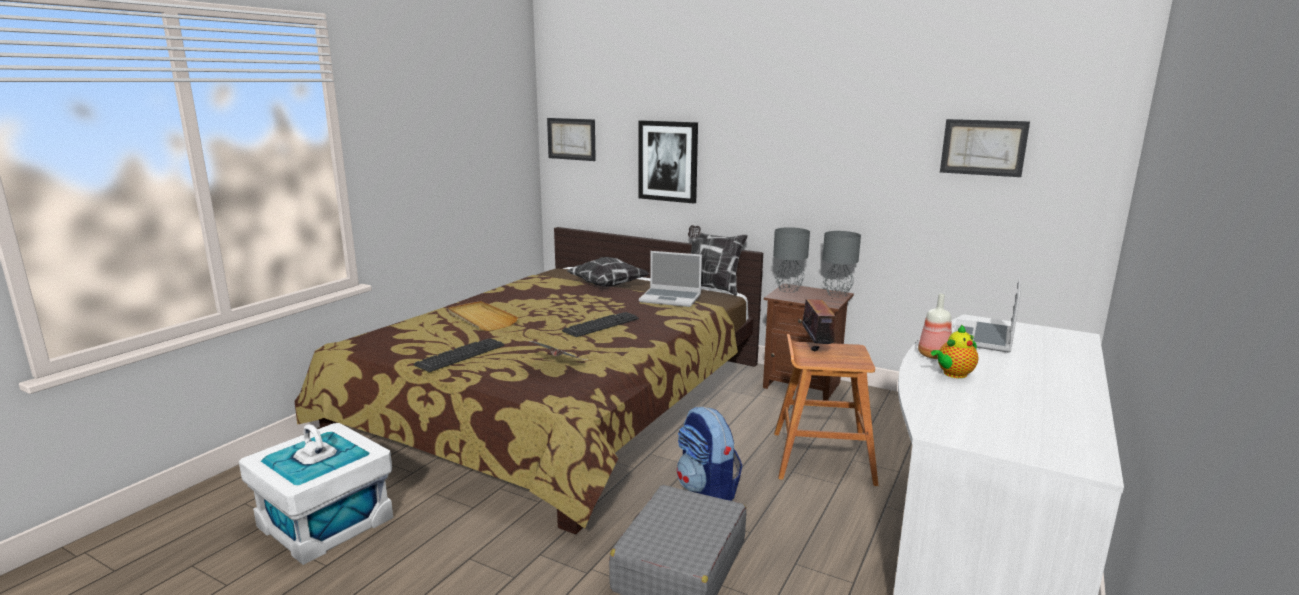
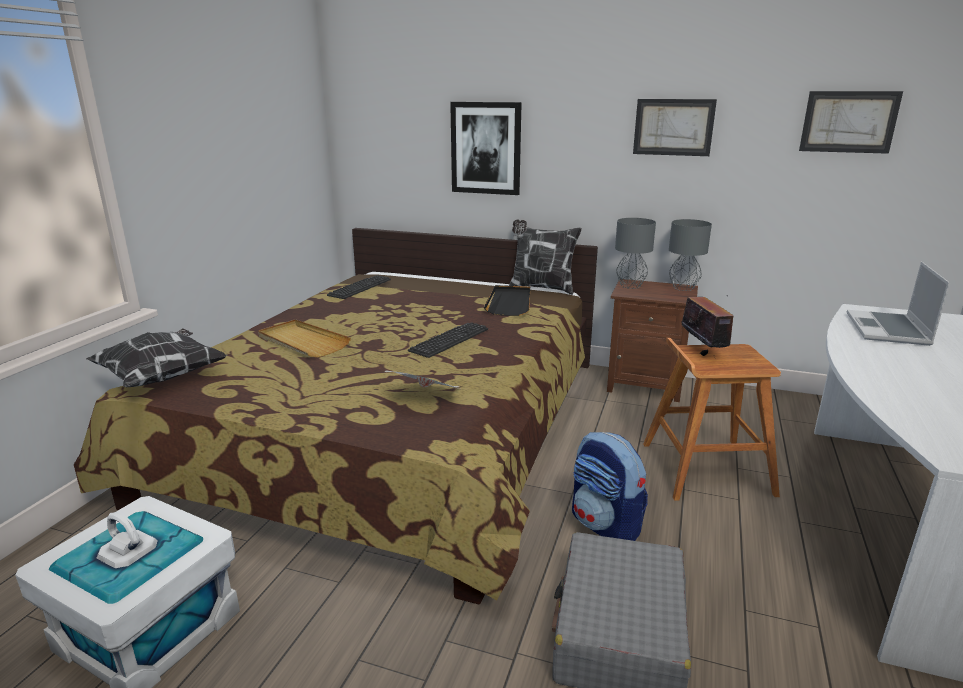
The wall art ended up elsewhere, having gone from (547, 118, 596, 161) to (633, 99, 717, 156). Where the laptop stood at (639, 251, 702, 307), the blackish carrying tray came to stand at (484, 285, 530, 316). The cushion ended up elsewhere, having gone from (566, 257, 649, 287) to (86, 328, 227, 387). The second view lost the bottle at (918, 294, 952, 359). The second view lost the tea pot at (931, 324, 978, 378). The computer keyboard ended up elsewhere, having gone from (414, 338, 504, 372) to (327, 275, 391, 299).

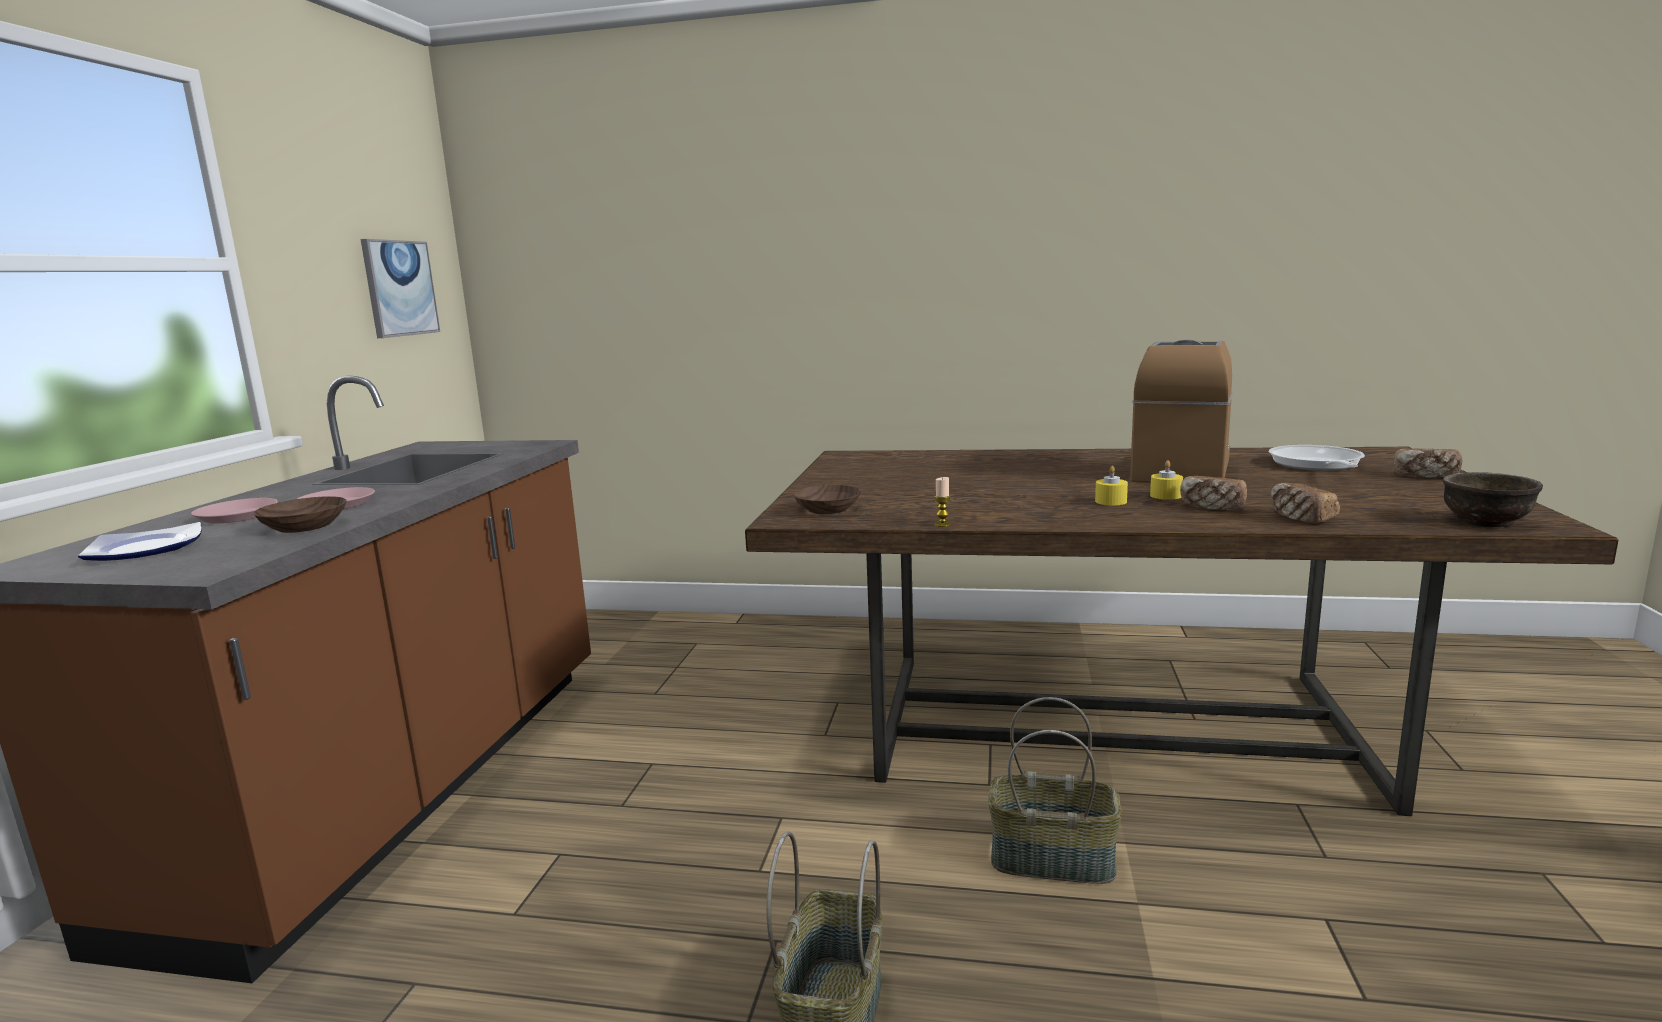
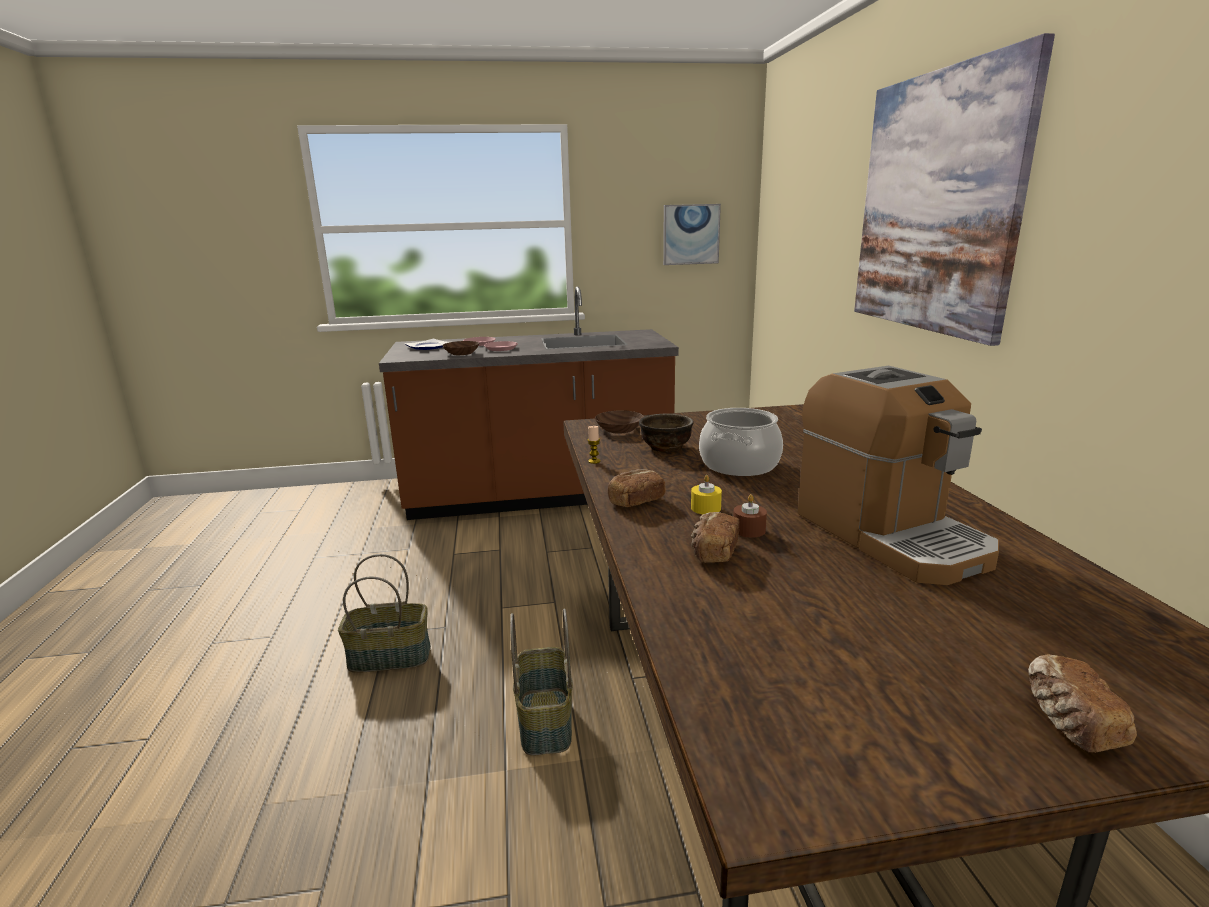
The coffee machine at (1130, 340, 1233, 483) ended up facing another way, 60 degrees clockwise from before. The second view lost the pan at (1269, 445, 1365, 471). What was the yellow wax light at (1150, 460, 1183, 500) turned into the brown-coloured wax light at (733, 494, 767, 538). The brown-coloured serving bowl ended up elsewhere, having gone from (1443, 472, 1543, 527) to (639, 414, 694, 452). The bread ended up elsewhere, having gone from (1271, 483, 1340, 523) to (608, 469, 666, 507). The second view gained the wall art at (854, 33, 1055, 346). The second view gained the stockpot at (699, 408, 783, 476).

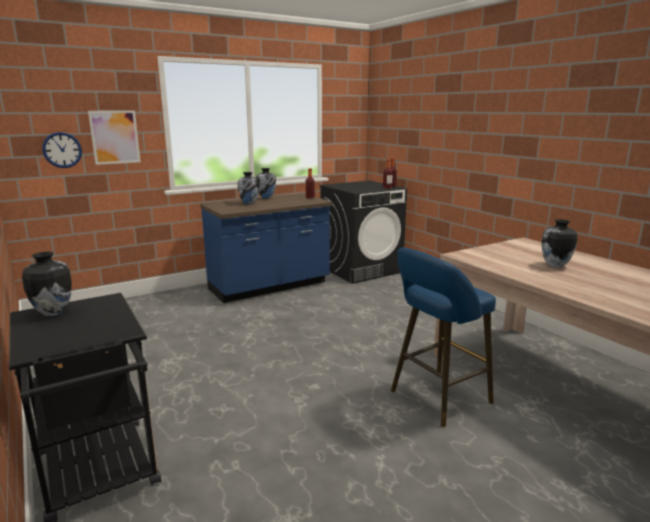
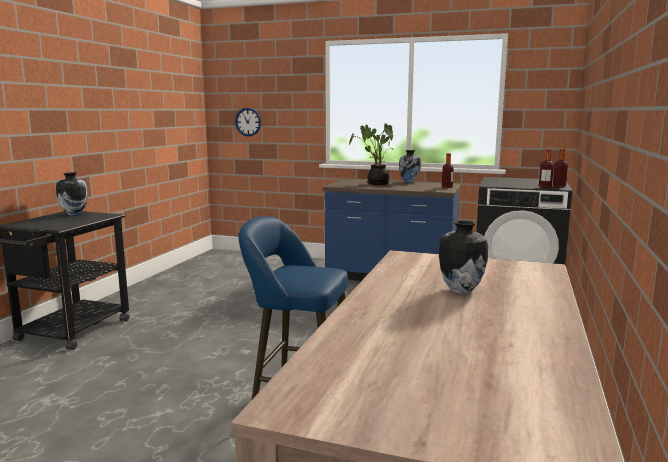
The second view lost the wall art at (88, 111, 141, 165). Where the flower vase stood at (238, 172, 259, 204), the plant in a pot came to stand at (349, 123, 394, 185).

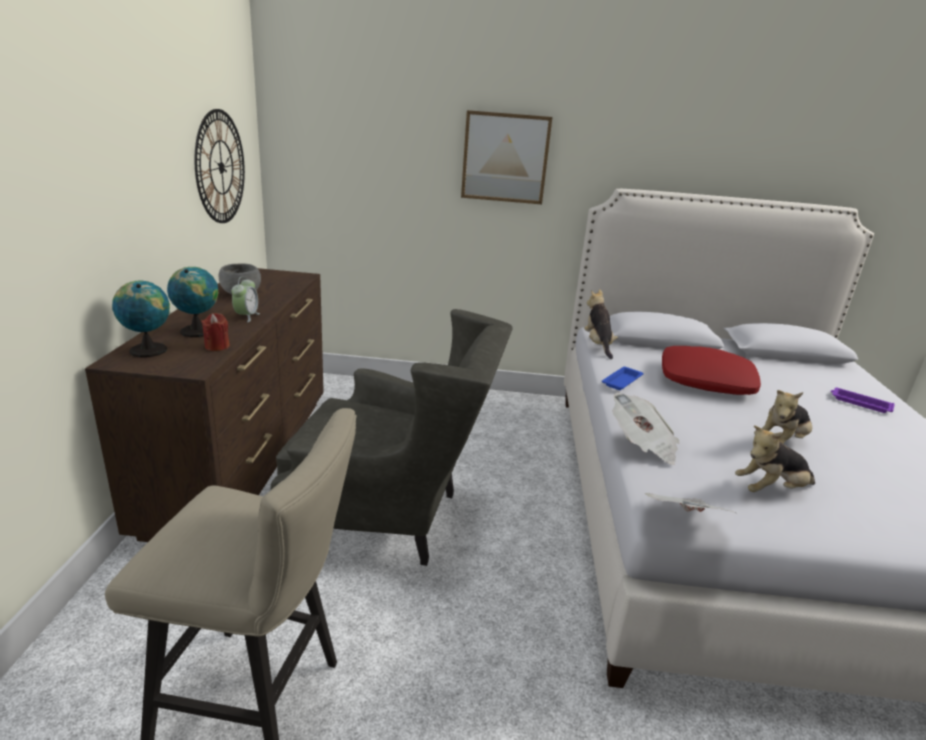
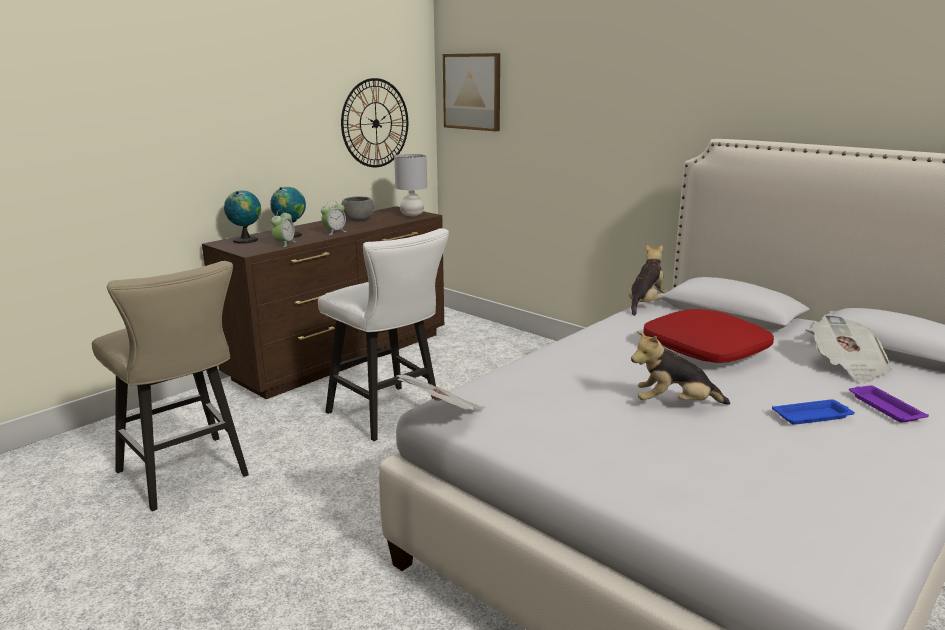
The wall art ended up elsewhere, having gone from (461, 110, 552, 204) to (443, 53, 500, 132). Where the greyish lounge chair stood at (270, 309, 513, 566), the whitish stool came to stand at (318, 228, 449, 441). Where the reddish wax light stood at (201, 313, 230, 351), the alarm clock came to stand at (271, 210, 295, 247). The bluish carrying tray ended up elsewhere, having gone from (602, 367, 644, 390) to (772, 399, 855, 425). The daily paper ended up elsewhere, having gone from (612, 392, 680, 465) to (812, 314, 892, 383). The second view lost the cuddly toy at (735, 425, 815, 492). The second view gained the greyish lamp for a table at (394, 154, 427, 217).

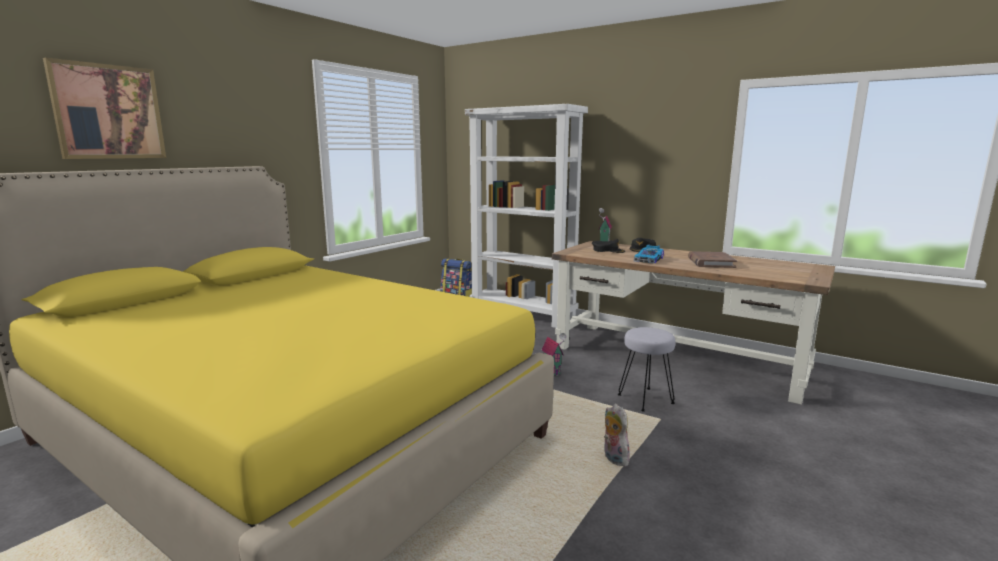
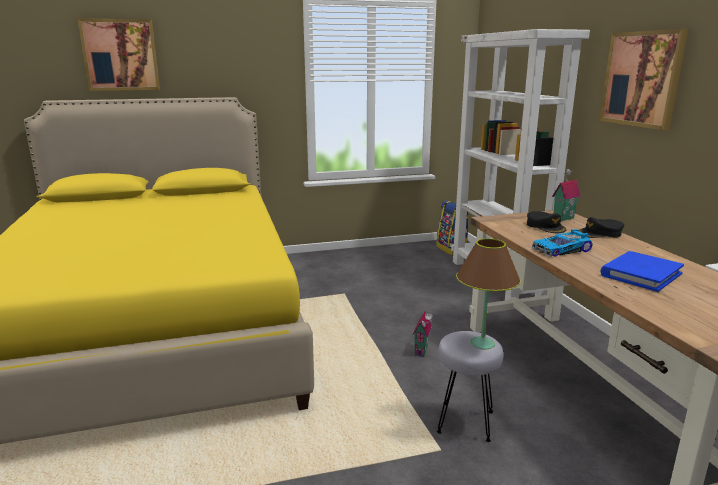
What was the brown-coloured volume at (688, 251, 737, 268) turned into the bluish volume at (601, 251, 684, 292). The second view lost the cuddly toy at (604, 404, 630, 467). The second view gained the wall art at (599, 29, 688, 130). The second view gained the brown-coloured lamp for a table at (456, 239, 520, 349).

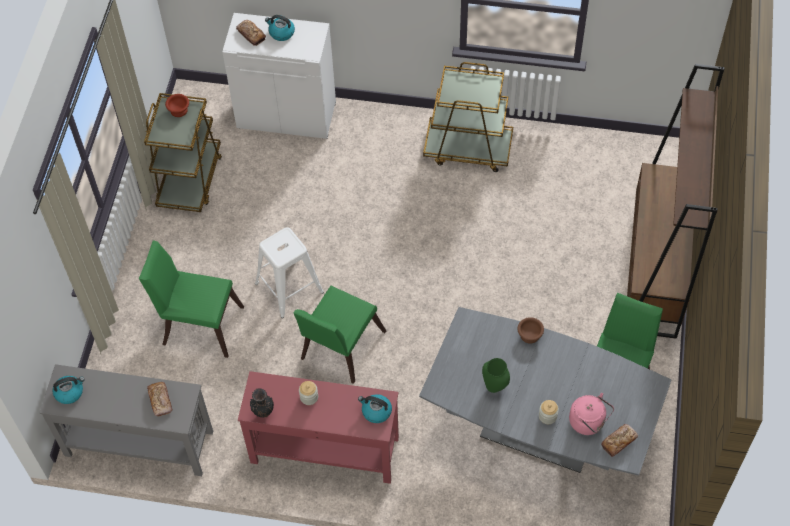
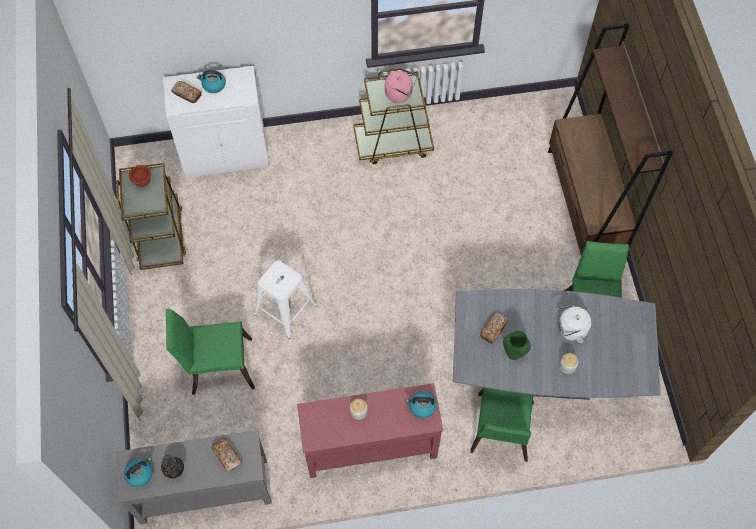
The green-coloured chair ended up elsewhere, having gone from (293, 286, 386, 384) to (470, 388, 534, 462). The second view lost the brown-coloured serving bowl at (518, 317, 544, 344). The blackish flower vase ended up elsewhere, having gone from (250, 388, 274, 418) to (161, 455, 184, 479). The pinkish tea kettle ended up elsewhere, having gone from (569, 393, 614, 435) to (385, 68, 417, 103). The bread ended up elsewhere, having gone from (601, 424, 638, 457) to (480, 313, 508, 344). The second view gained the whitish tea kettle at (556, 305, 591, 343).

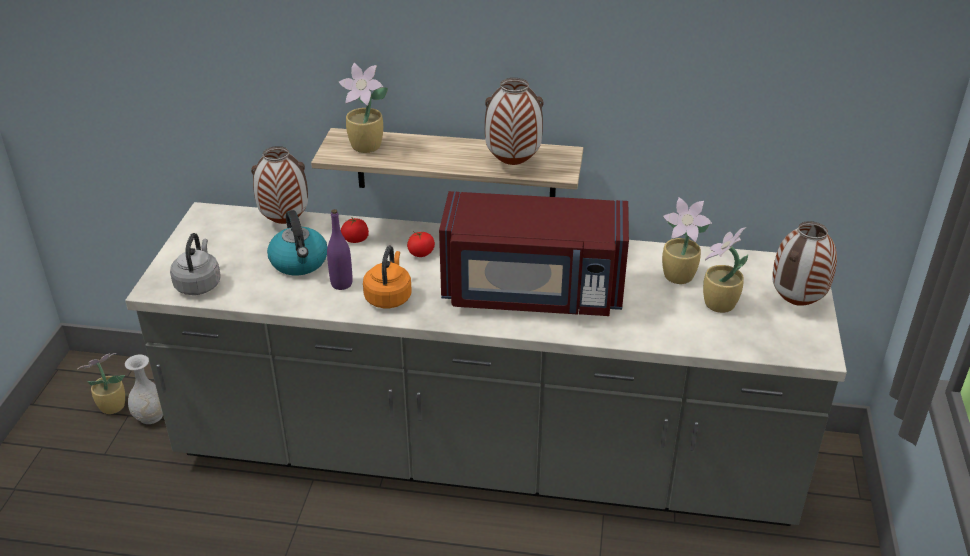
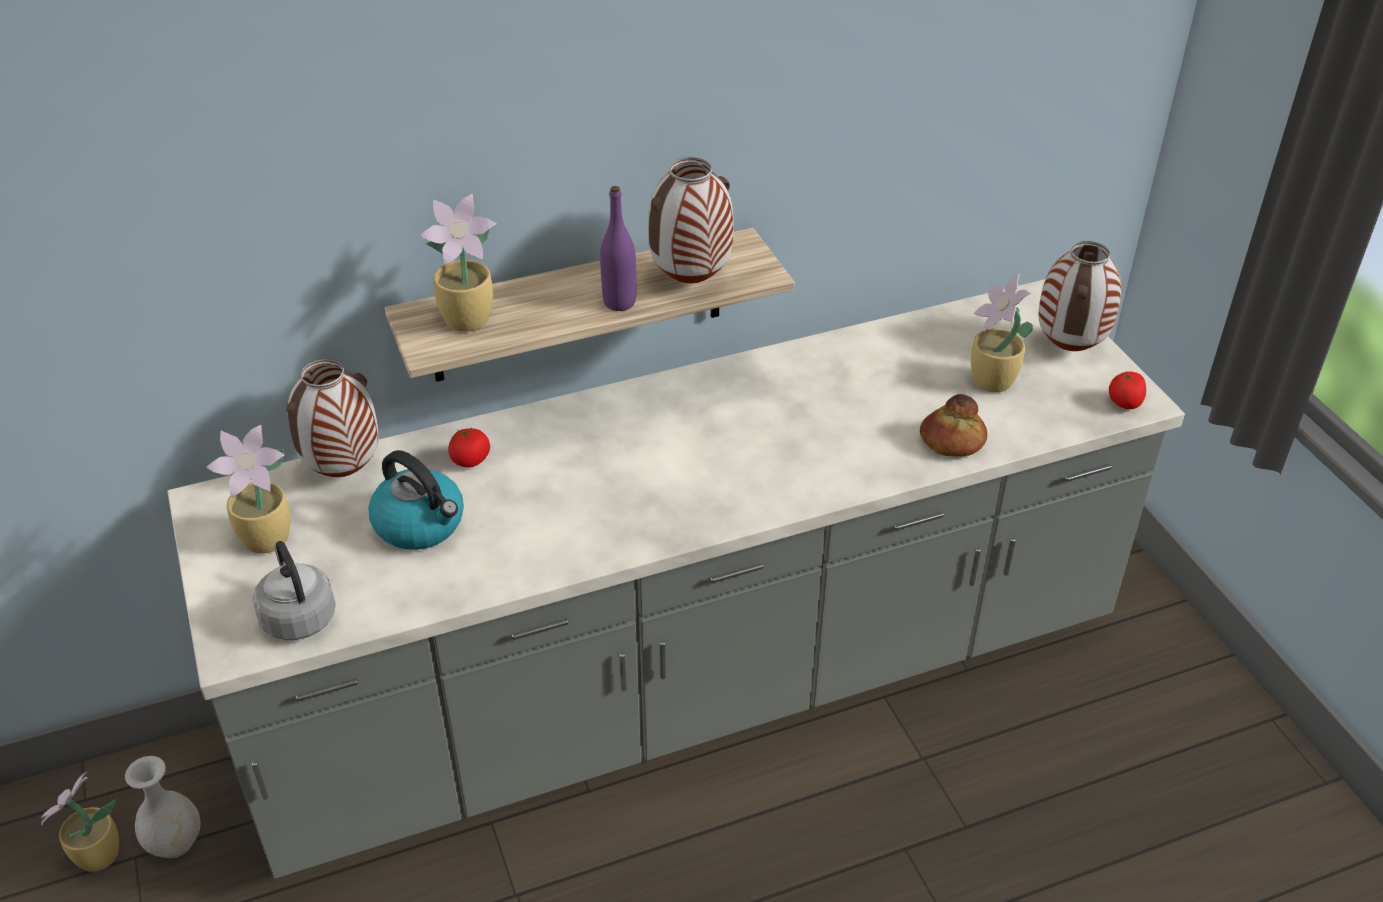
The second view lost the reddish microwave at (439, 191, 629, 316). The plant in a pot ended up elsewhere, having gone from (662, 197, 712, 284) to (206, 425, 290, 553). The purple-coloured bottle ended up elsewhere, having gone from (327, 209, 353, 290) to (600, 186, 636, 311). The whole tomato ended up elsewhere, having gone from (407, 231, 435, 257) to (1109, 371, 1146, 409). The second view lost the orange-coloured tea kettle at (363, 245, 412, 308). The second view gained the bread at (920, 394, 987, 457).

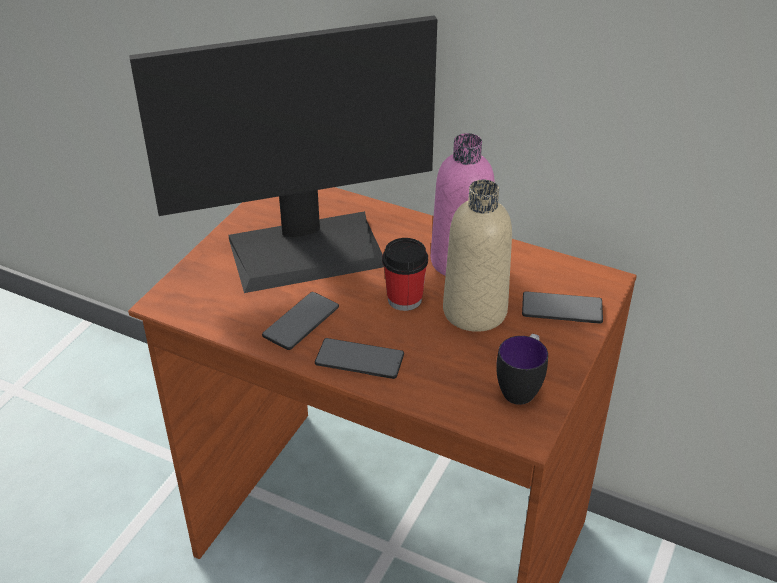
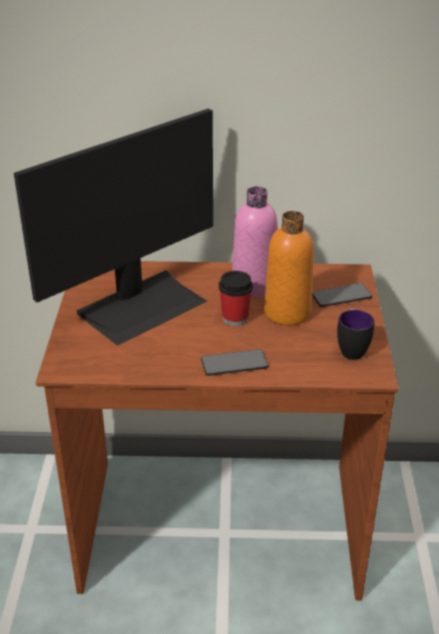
What was the sand-coloured bottle at (443, 180, 512, 332) turned into the orange-coloured bottle at (264, 211, 314, 326). The second view lost the handset at (262, 292, 339, 350).

